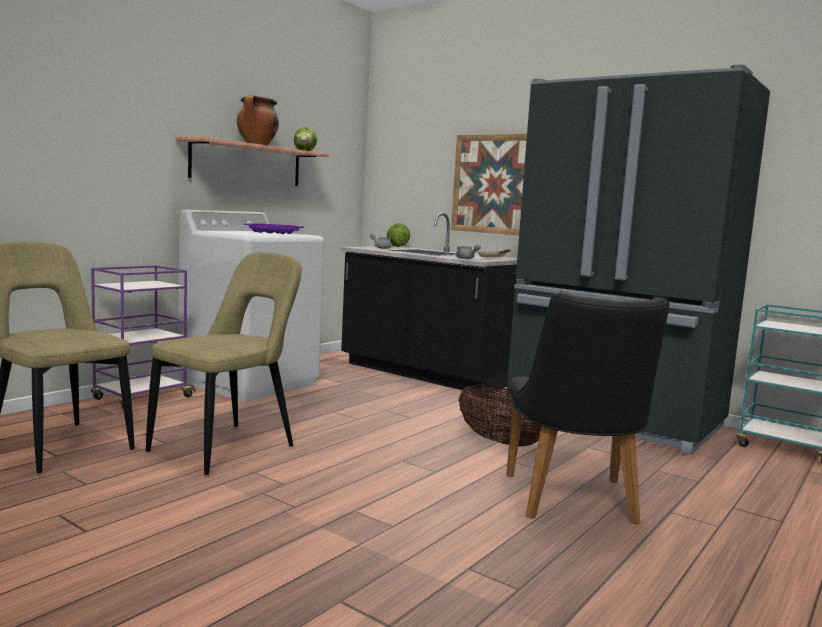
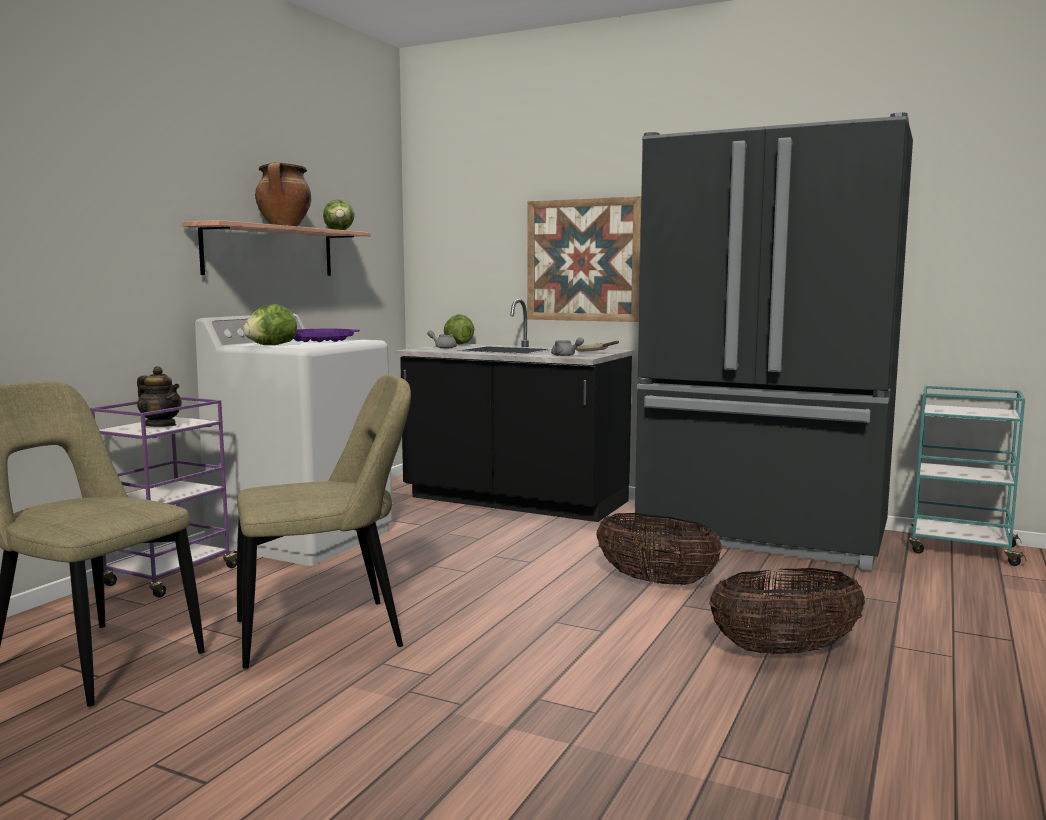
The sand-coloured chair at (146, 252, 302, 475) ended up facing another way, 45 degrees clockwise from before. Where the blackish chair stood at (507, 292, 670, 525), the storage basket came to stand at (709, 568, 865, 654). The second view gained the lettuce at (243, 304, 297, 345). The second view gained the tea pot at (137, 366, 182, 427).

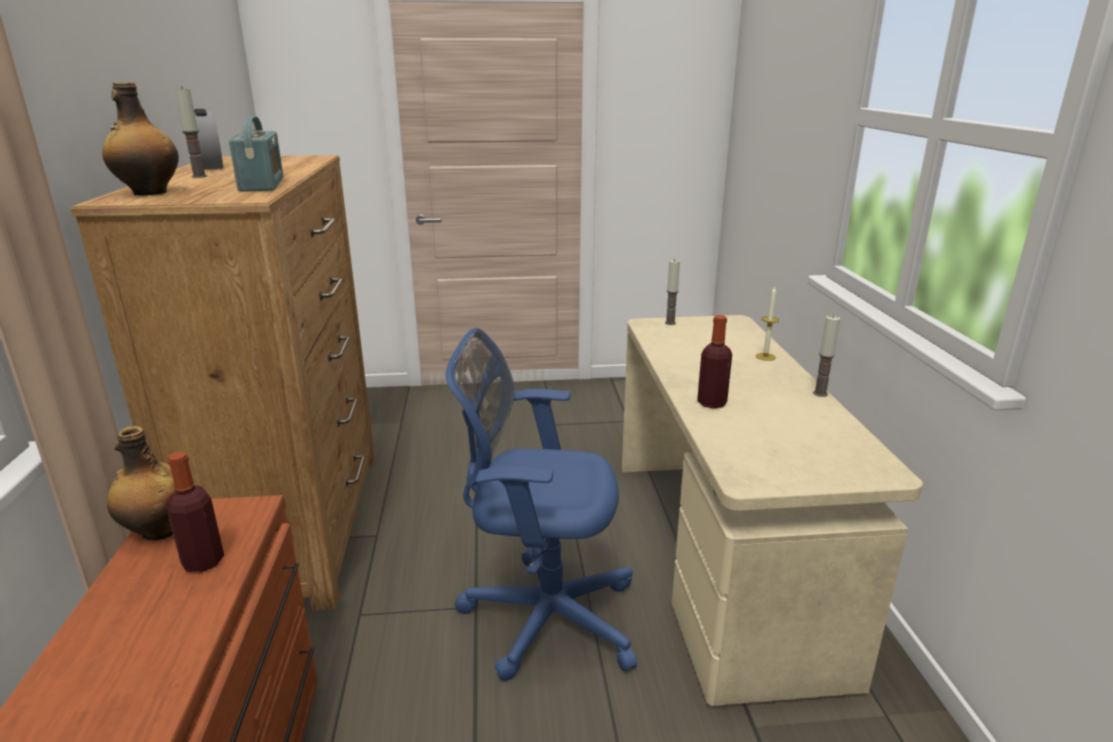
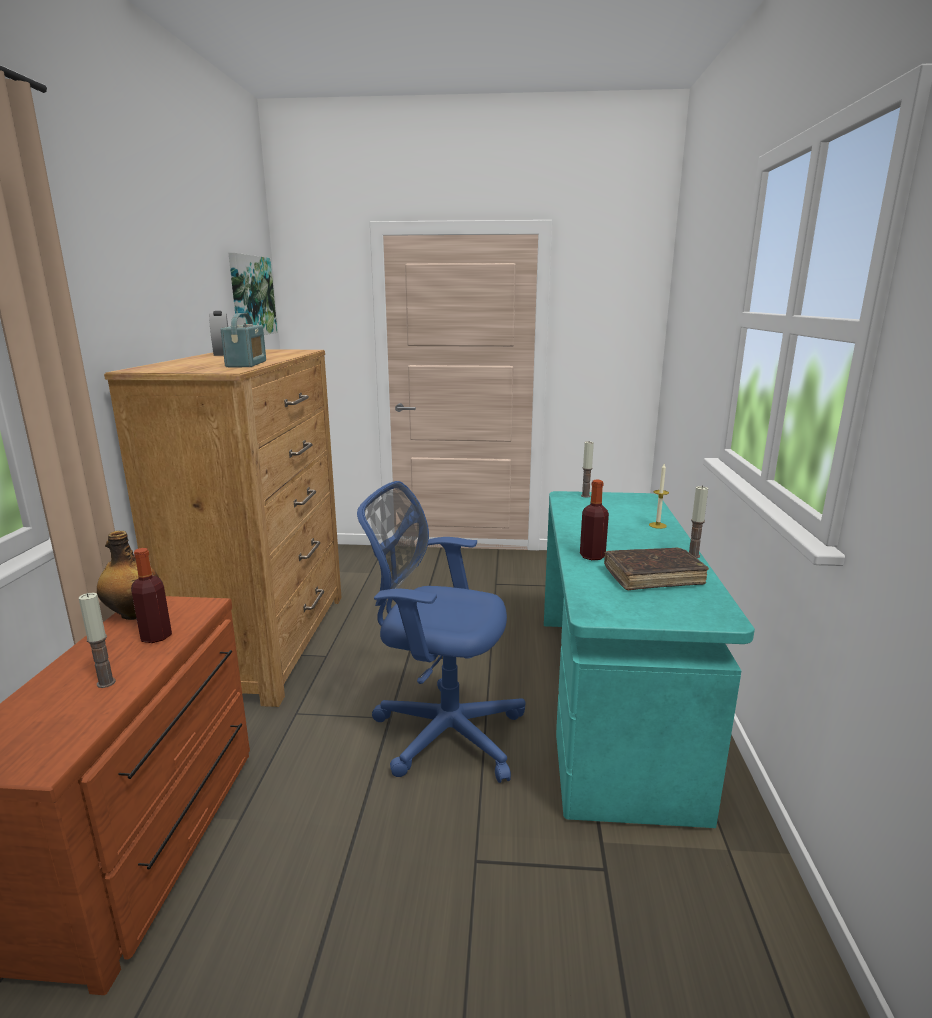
The second view lost the bottle at (102, 82, 179, 195). The wax light ended up elsewhere, having gone from (175, 86, 207, 178) to (79, 593, 116, 688). What was the sand-coloured desk table at (622, 315, 923, 706) turned into the turquoise-coloured desk table at (544, 491, 755, 828). The second view gained the wall art at (228, 253, 277, 335). The second view gained the brown-coloured volume at (604, 548, 709, 590).

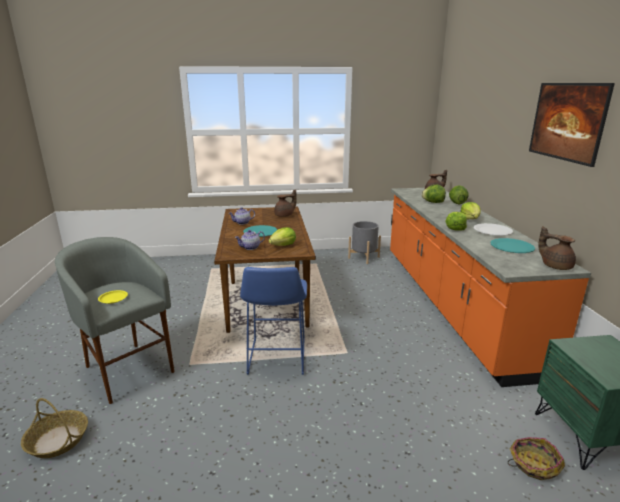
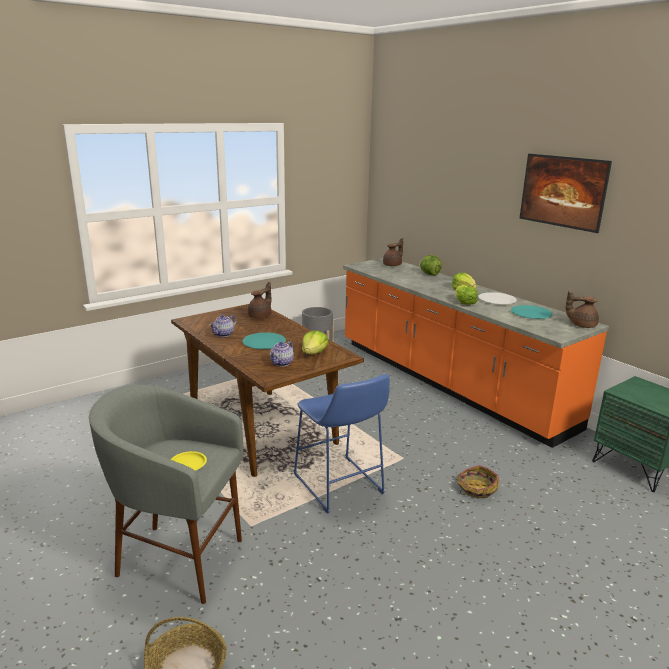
The second view lost the lettuce at (421, 185, 446, 203). The storage basket ended up elsewhere, having gone from (508, 437, 565, 480) to (458, 465, 499, 498).

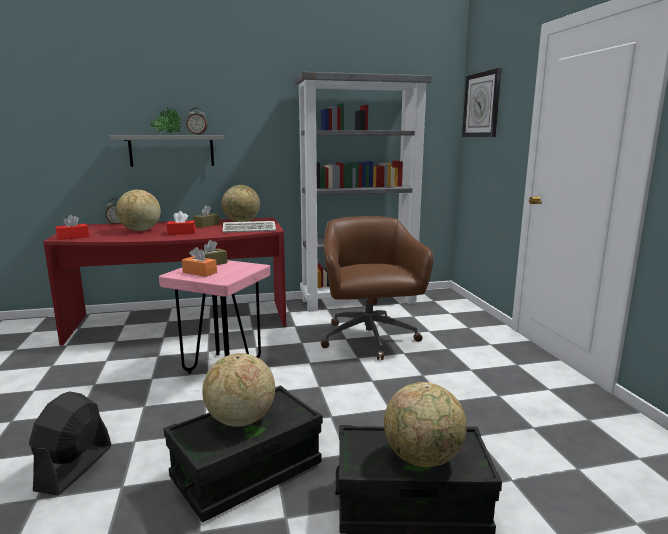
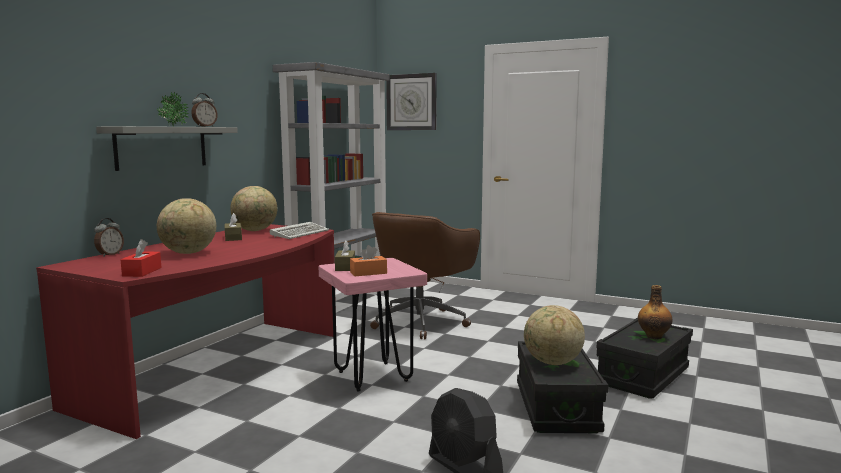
The second view lost the reddish box of tissues at (167, 211, 195, 235). The brown-coloured office chair at (321, 216, 433, 360) ended up facing another way, 90 degrees counterclockwise from before. Where the globe stood at (384, 382, 467, 467), the bottle came to stand at (638, 285, 673, 339).

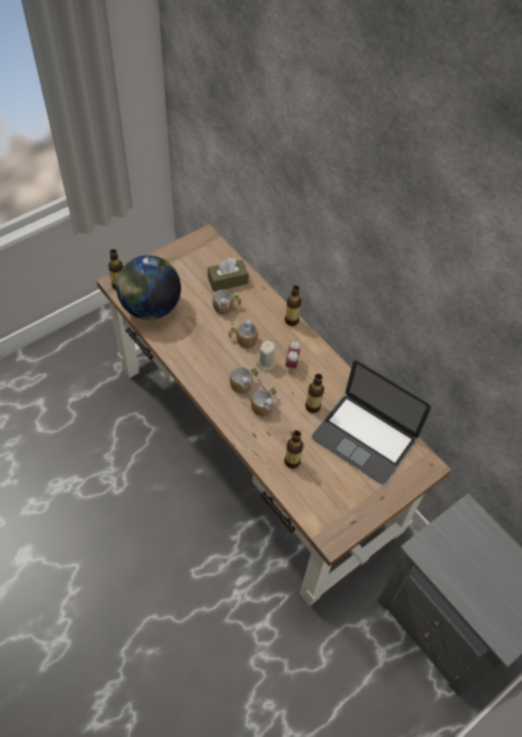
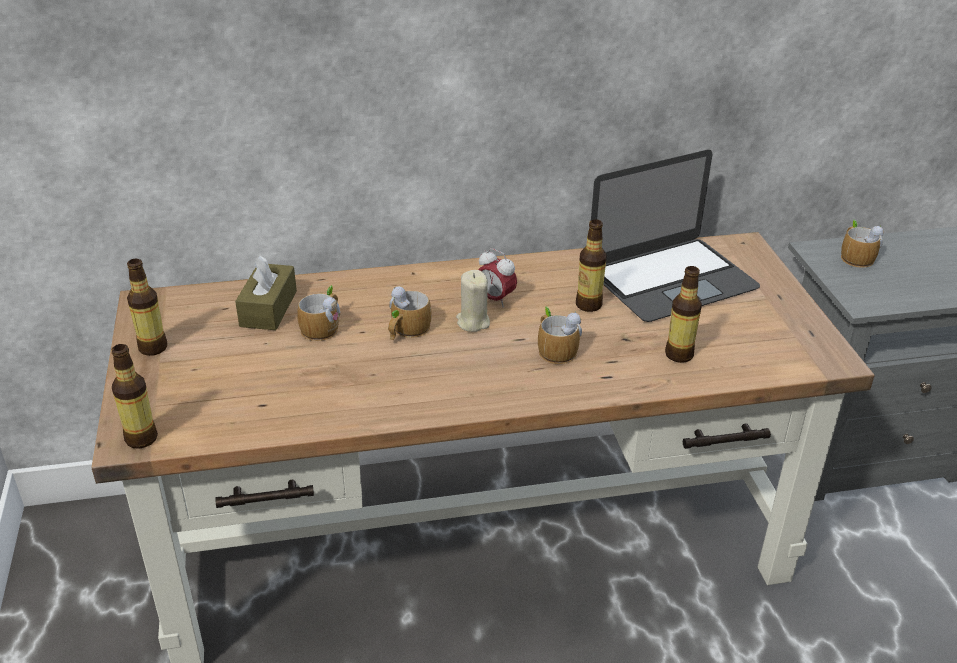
The second view lost the globe at (116, 255, 181, 320). The bottle ended up elsewhere, having gone from (285, 285, 301, 326) to (127, 259, 167, 356). The tea mug ended up elsewhere, having gone from (230, 367, 258, 394) to (841, 220, 884, 268).

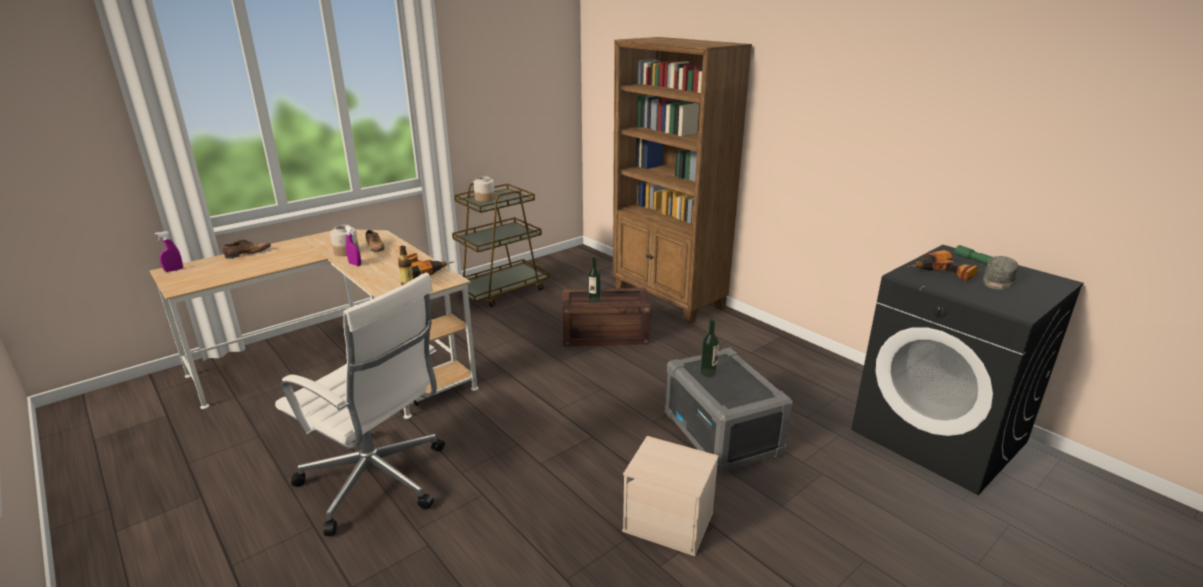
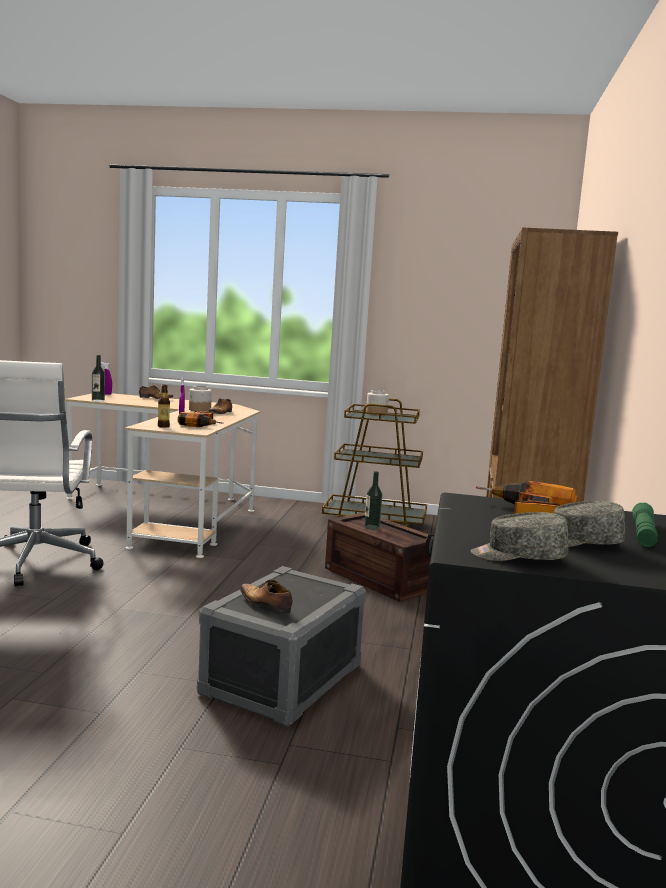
The bottle ended up elsewhere, having gone from (700, 319, 719, 377) to (92, 355, 105, 402). The second view lost the sand-coloured storage bin at (622, 436, 719, 556). The second view gained the greyish peaked cap at (471, 512, 569, 561). The second view gained the shoe at (240, 579, 292, 615).

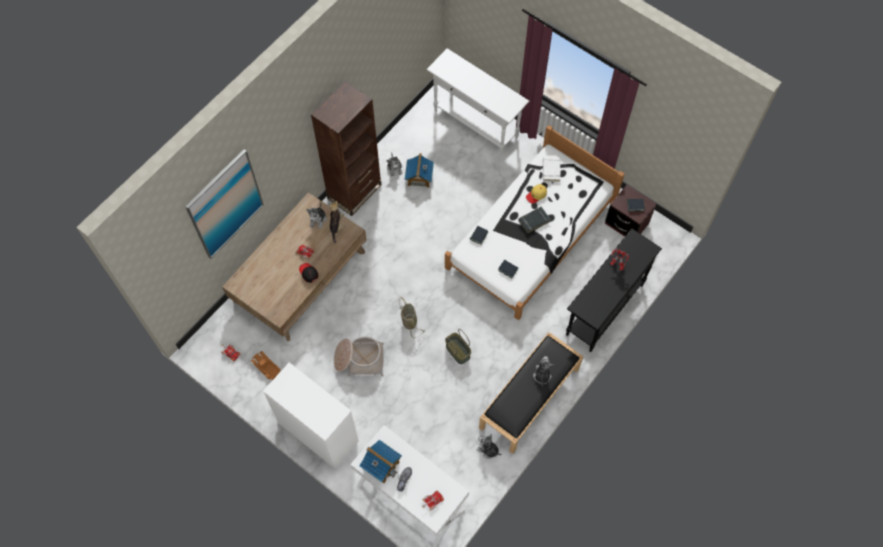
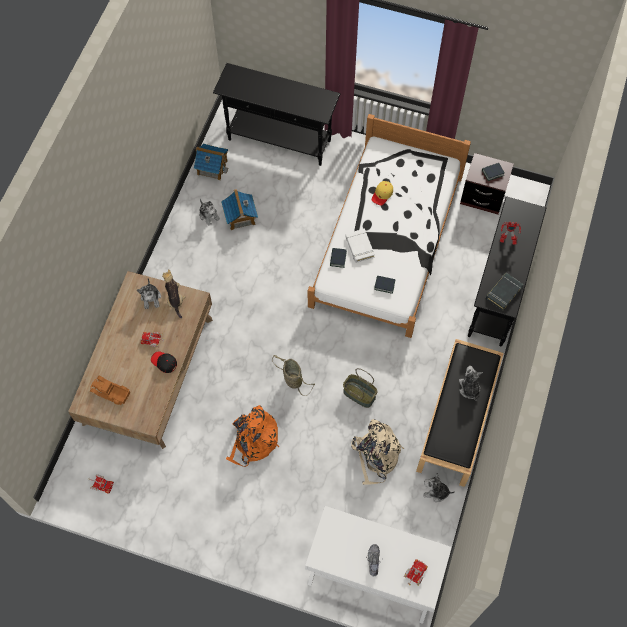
What was the whitish console table at (426, 48, 529, 156) turned into the blackish console table at (213, 63, 341, 166). The second view lost the brown-coloured shelving unit at (311, 81, 381, 216). The second view lost the wall art at (185, 149, 264, 259). The whitish volume ended up elsewhere, having gone from (543, 156, 560, 182) to (345, 228, 375, 263). The blackish volume ended up elsewhere, having gone from (518, 207, 551, 234) to (486, 273, 524, 310). Where the storage basket stood at (334, 337, 384, 376), the orange-coloured rucksack came to stand at (226, 405, 279, 467). The toy lorry ended up elsewhere, having gone from (251, 351, 280, 380) to (90, 376, 130, 405). The second view lost the whitish chest of drawers at (263, 362, 359, 469). The toy house ended up elsewhere, having gone from (360, 440, 402, 483) to (194, 143, 229, 180). The second view gained the sand-coloured rucksack at (351, 419, 404, 485).

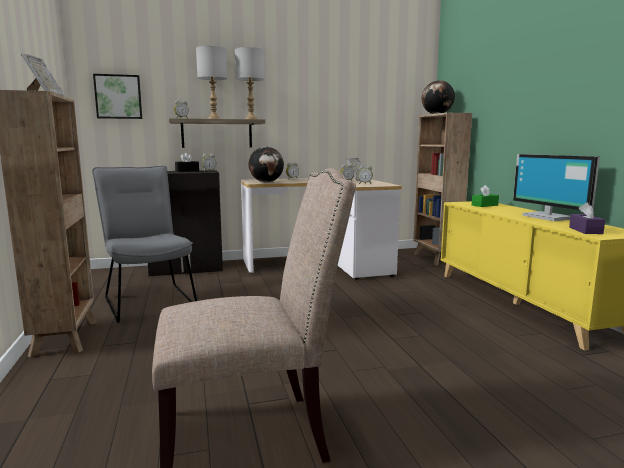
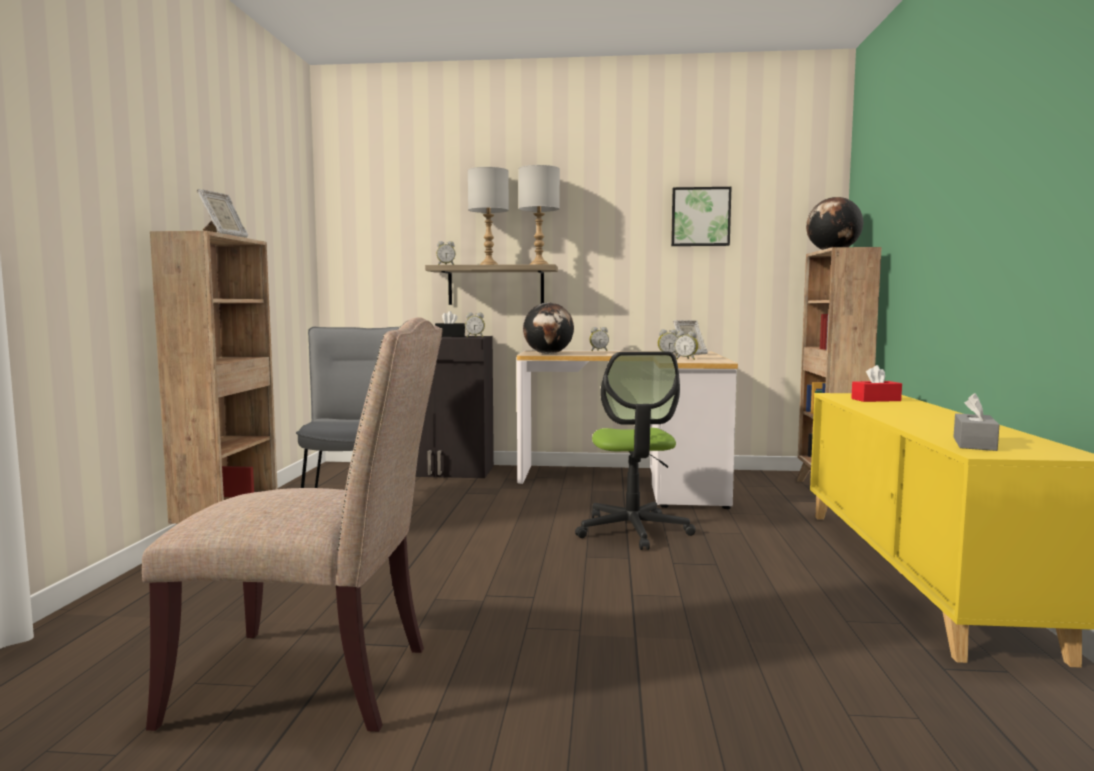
The wall art ended up elsewhere, having gone from (93, 74, 142, 119) to (671, 187, 731, 246). The second view lost the monitor at (513, 154, 600, 221). What was the green-coloured box of tissues at (472, 185, 499, 207) turned into the reddish box of tissues at (851, 365, 902, 402). What was the purple-coloured box of tissues at (569, 203, 605, 234) turned into the greyish box of tissues at (954, 393, 999, 451). The second view gained the office chair at (575, 351, 696, 550).

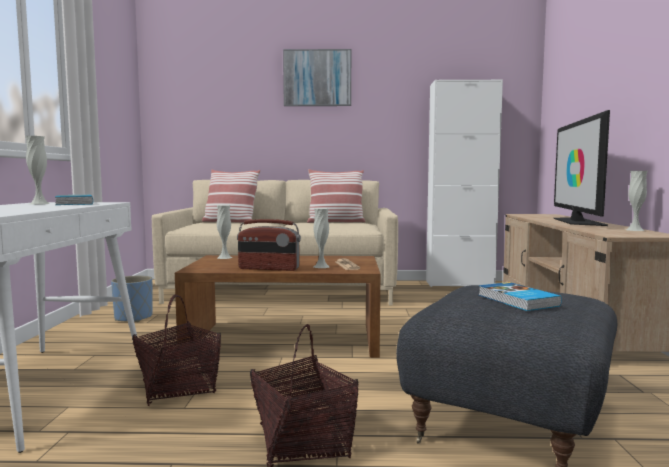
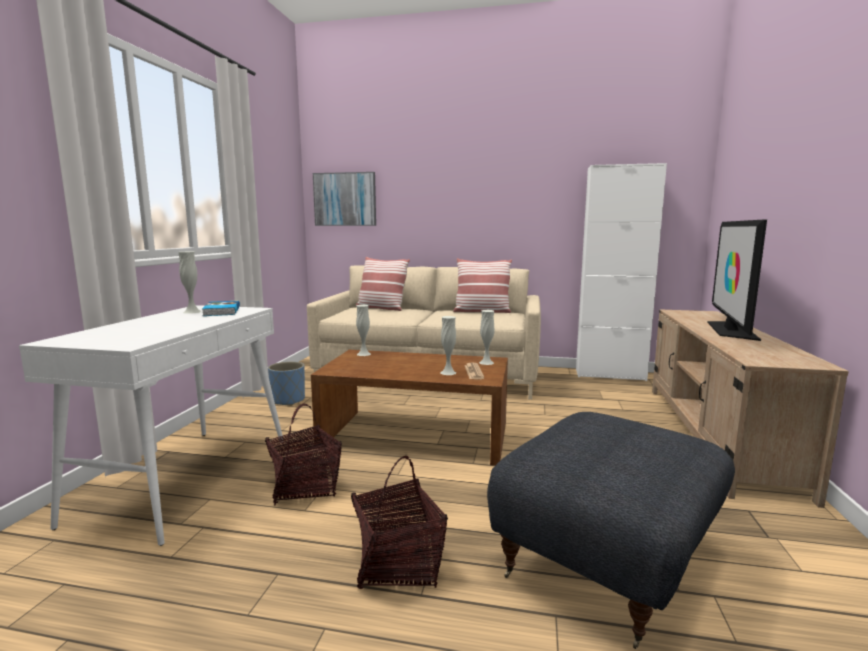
The wall art ended up elsewhere, having gone from (283, 49, 351, 106) to (313, 172, 376, 226). The whitish flower vase ended up elsewhere, having gone from (626, 171, 648, 231) to (479, 310, 494, 365). The second view lost the radio set at (237, 219, 301, 271). The second view lost the volume at (479, 282, 562, 311).

